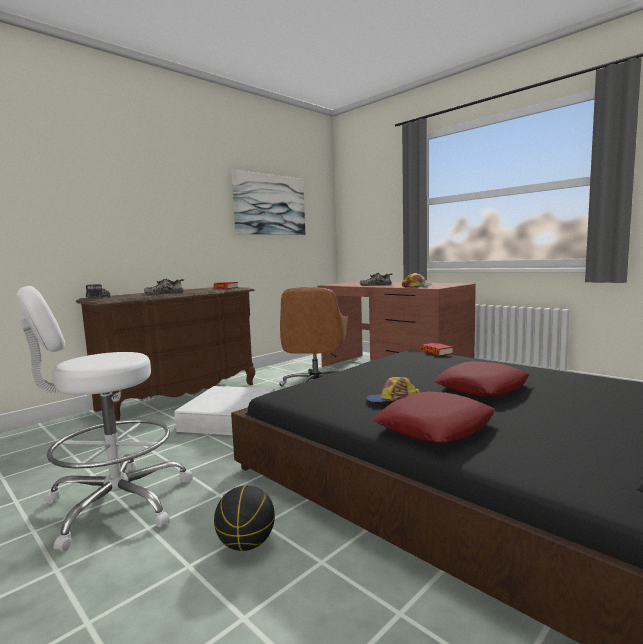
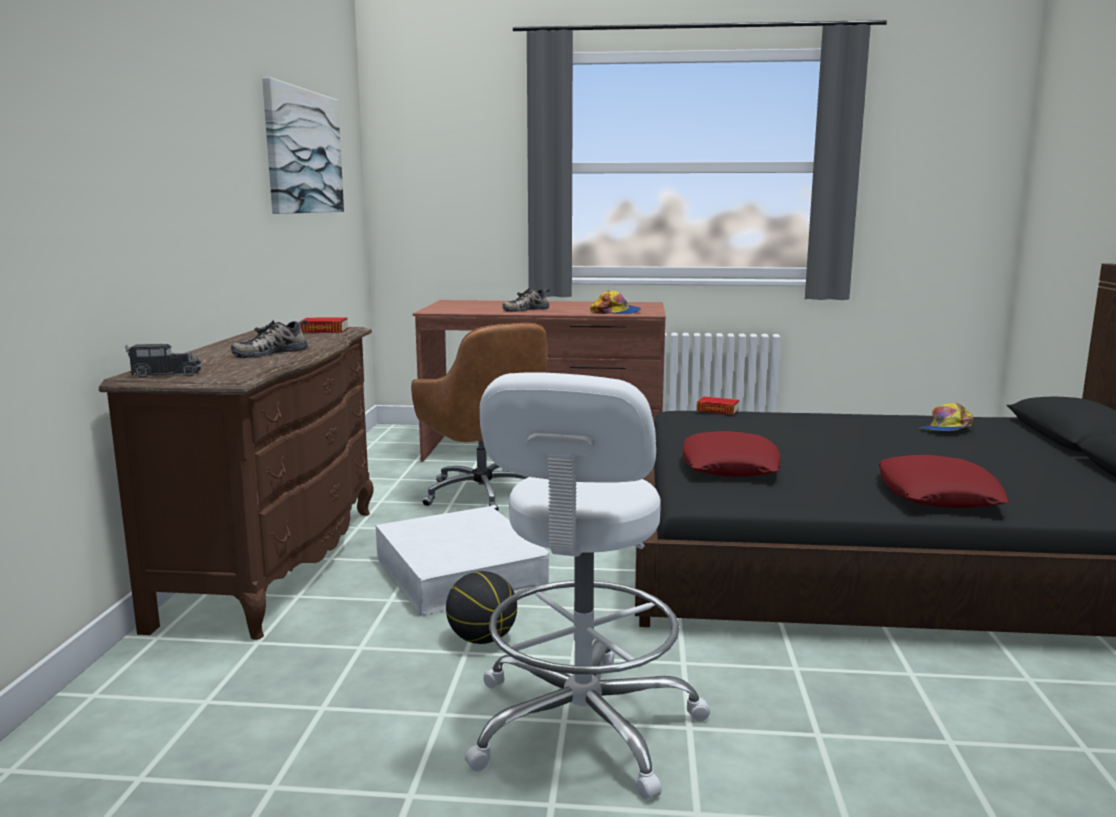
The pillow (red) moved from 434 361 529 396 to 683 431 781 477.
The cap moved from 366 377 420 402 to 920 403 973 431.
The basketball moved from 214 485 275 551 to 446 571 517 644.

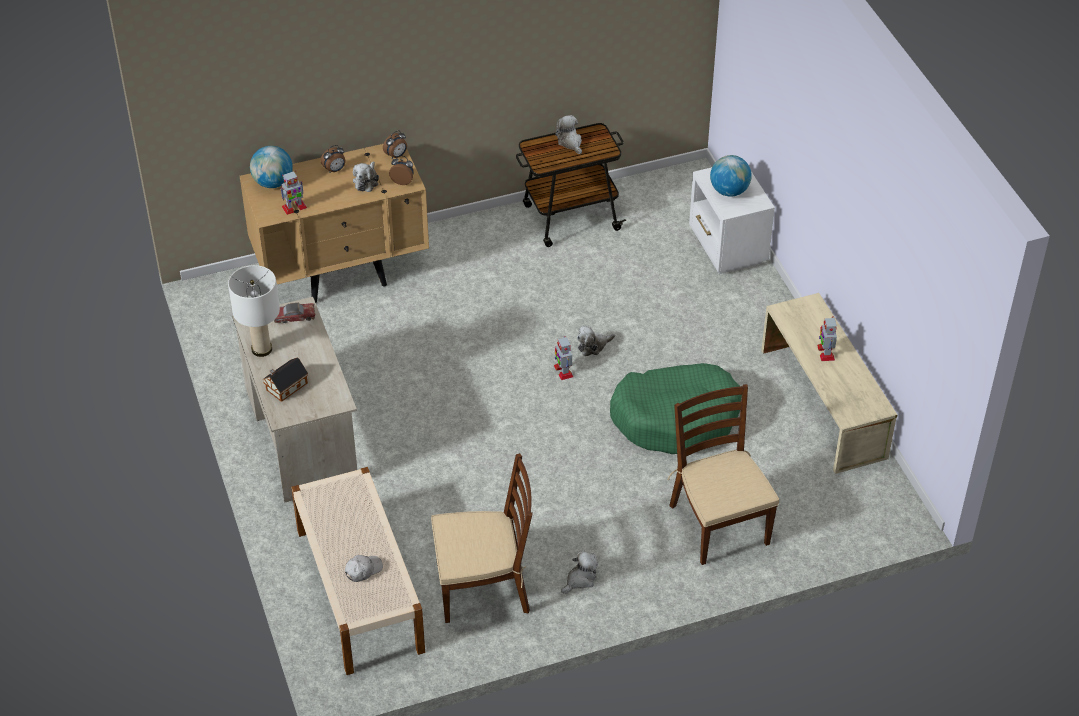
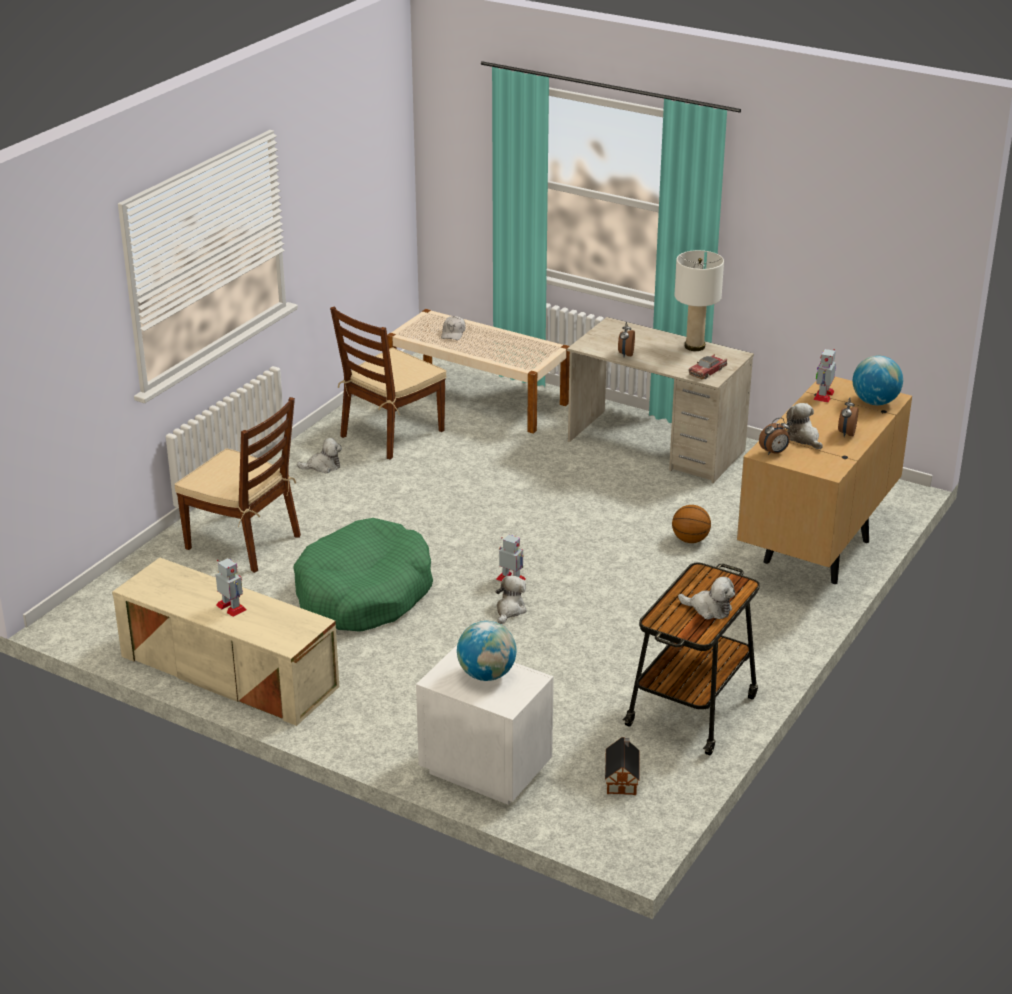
The alarm clock moved from 383 131 407 159 to 618 322 635 357.
The toy house moved from 262 357 308 402 to 605 737 640 795.
The plush toy at 561 551 598 594 turned 105 degrees counterclockwise.
The basketball at 672 505 711 543 appeared.

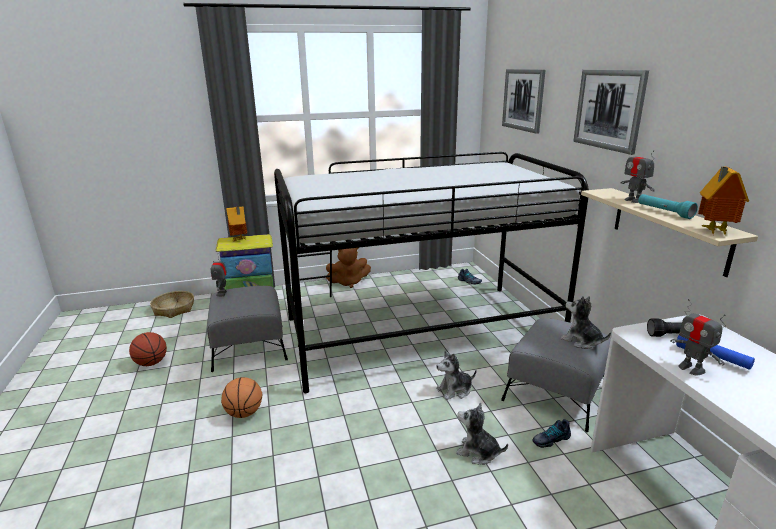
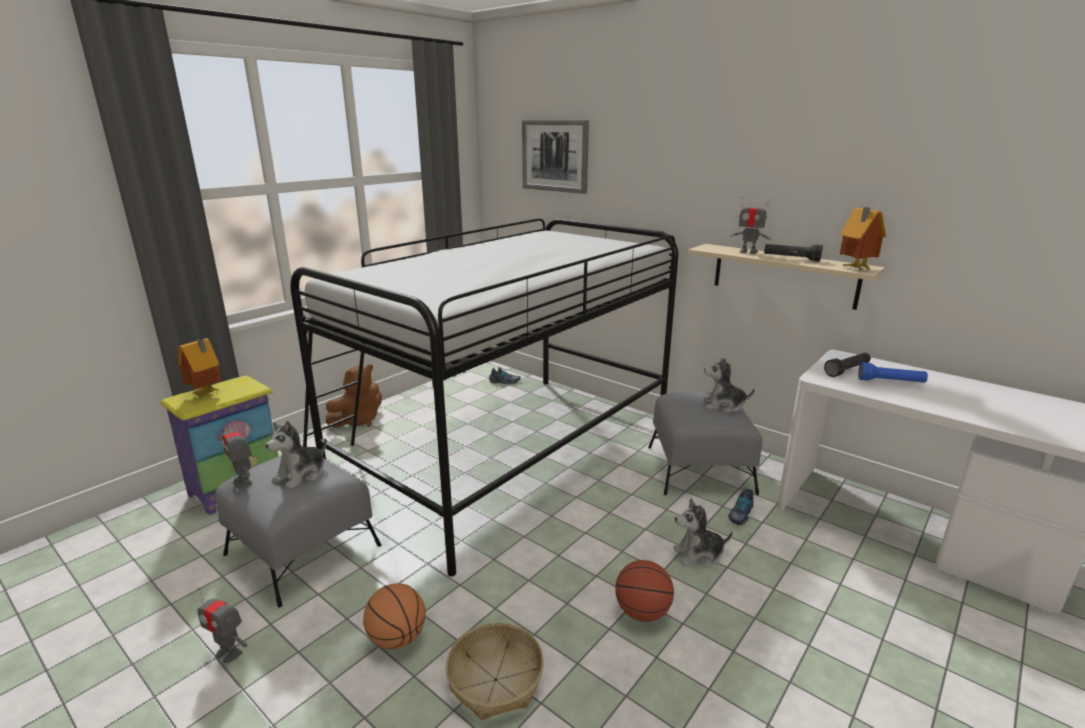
The picture at 573 70 649 155 disappeared.
The flashlight (turquoise) at 638 194 698 219 became the flashlight (black) at 764 244 823 262.
The basket moved from 150 291 194 318 to 446 623 544 720.
The toy robot moved from 670 299 726 375 to 198 588 247 663.
The basketball moved from 129 332 167 366 to 615 560 674 622.
The plush toy moved from 436 350 477 400 to 265 421 326 489.

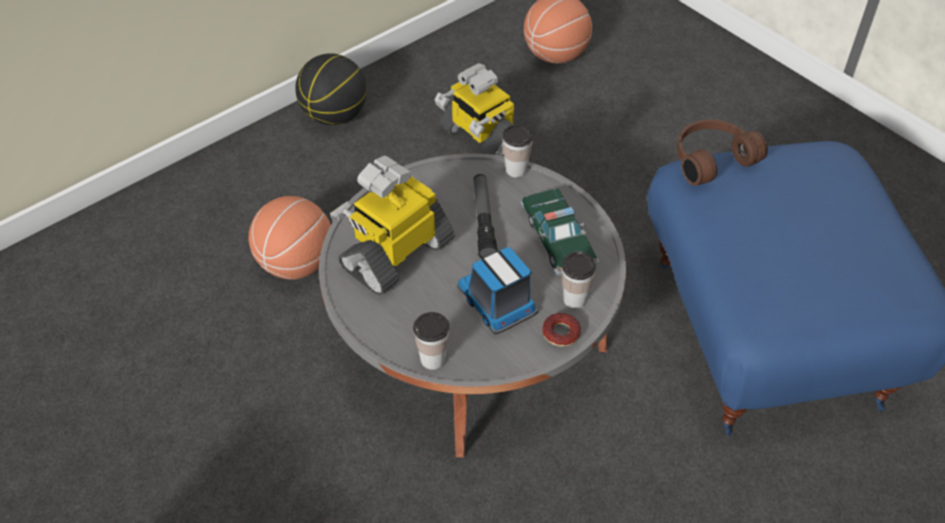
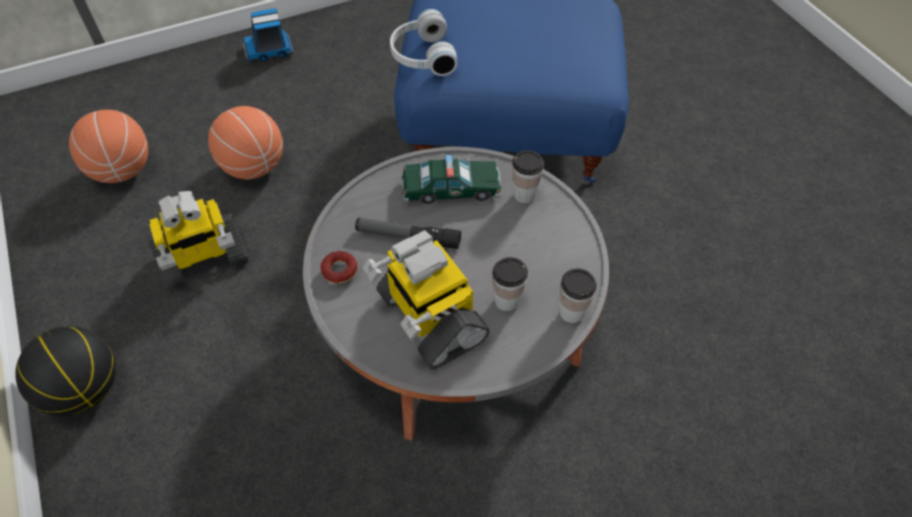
The headphones (brown) at 677 120 768 186 became the headphones (white) at 390 9 457 76.
The cup moved from 502 124 533 177 to 492 257 528 311.
The basketball moved from 249 196 331 280 to 208 106 283 180.
The toy truck moved from 457 247 538 335 to 243 8 294 62.
The donut moved from 542 313 581 347 to 321 251 357 284.

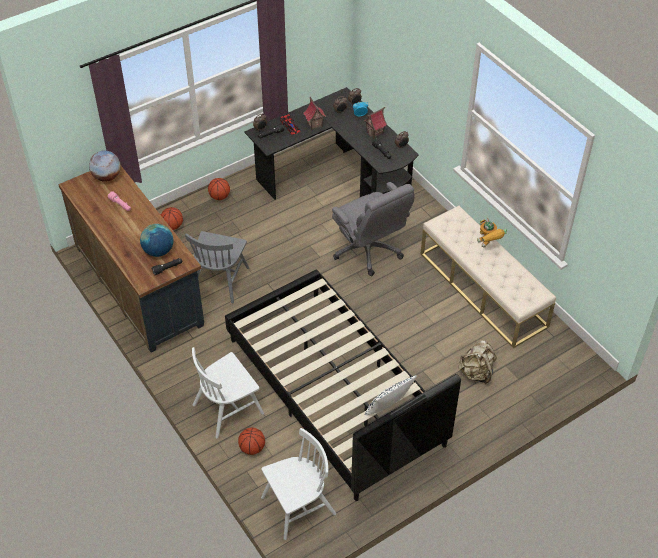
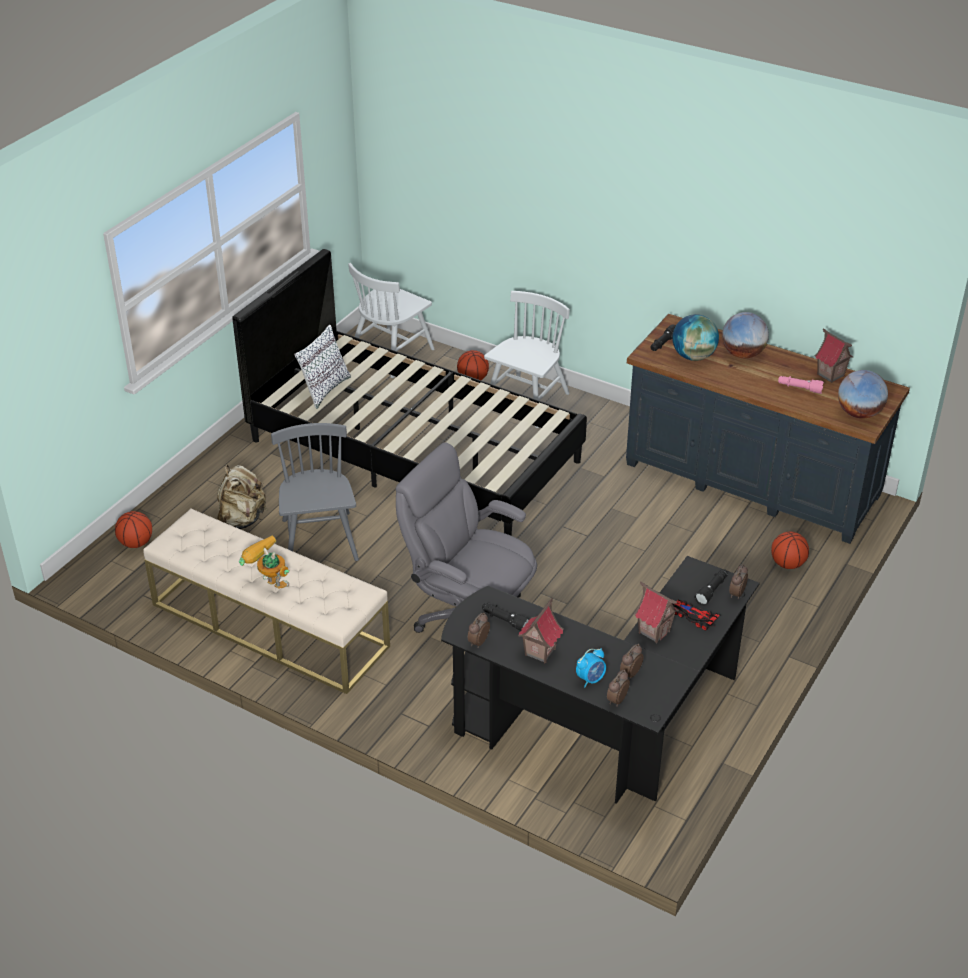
The basketball moved from 208 178 230 200 to 115 511 152 548.
The chair (grey) moved from 185 231 249 303 to 271 423 359 561.
The globe at 722 312 769 358 appeared.
The toy house at 815 328 853 383 appeared.

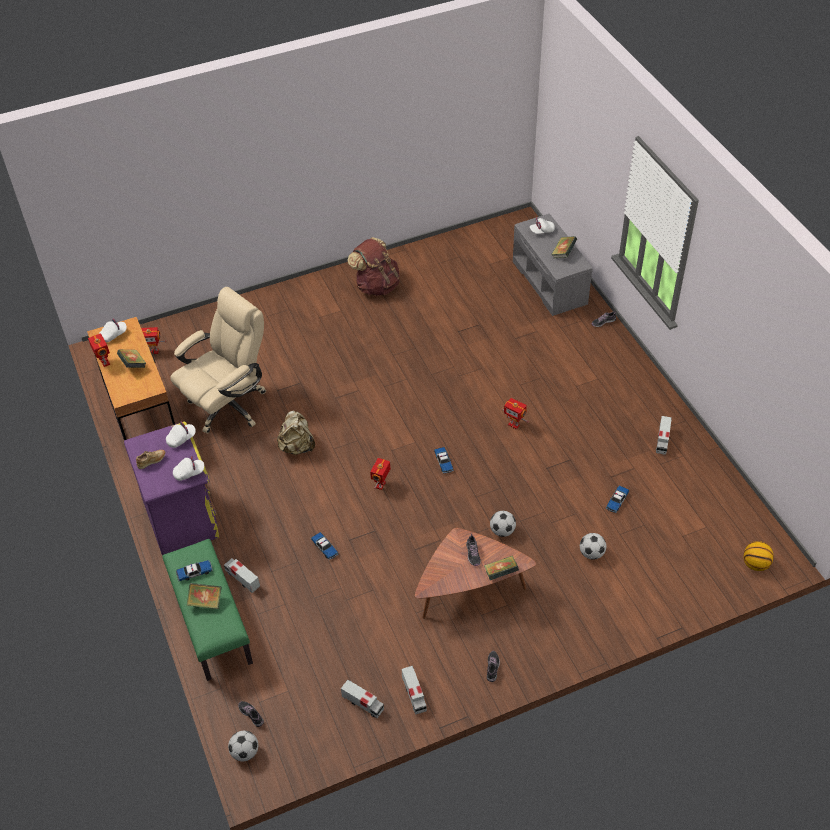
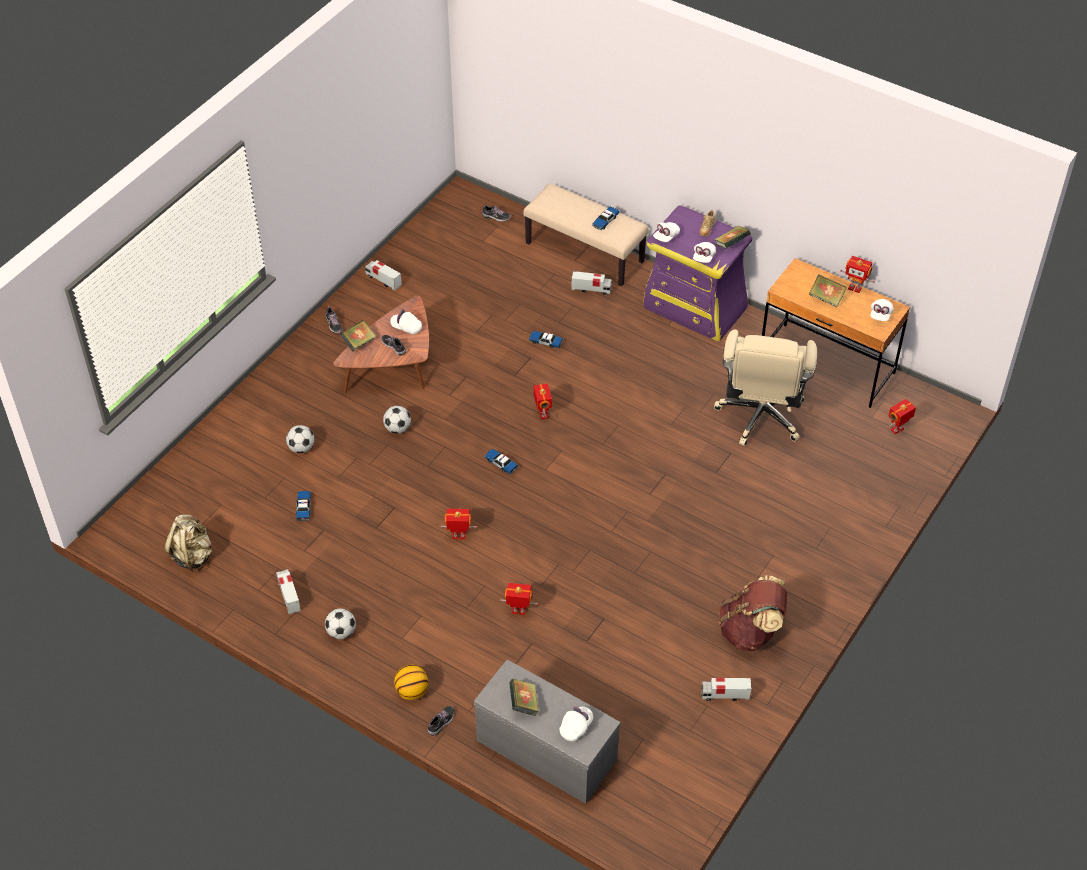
The backpack (beige) moved from 277 411 315 455 to 164 515 212 572.
The bench (green) at 162 539 253 681 became the bench (beige) at 523 183 648 286.
The basketball moved from 743 541 774 571 to 394 665 428 700.
The book moved from 187 583 221 609 to 714 226 751 249.
The toy truck moved from 341 680 384 718 to 701 678 752 701.
The football moved from 228 731 258 761 to 325 608 356 639.
The cap (white) at 390 309 422 334 appeared.
The toy robot at 499 583 538 615 appeared.

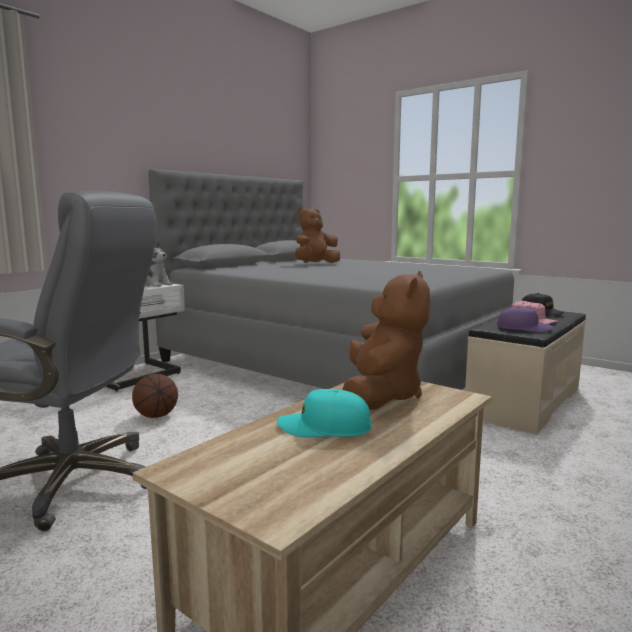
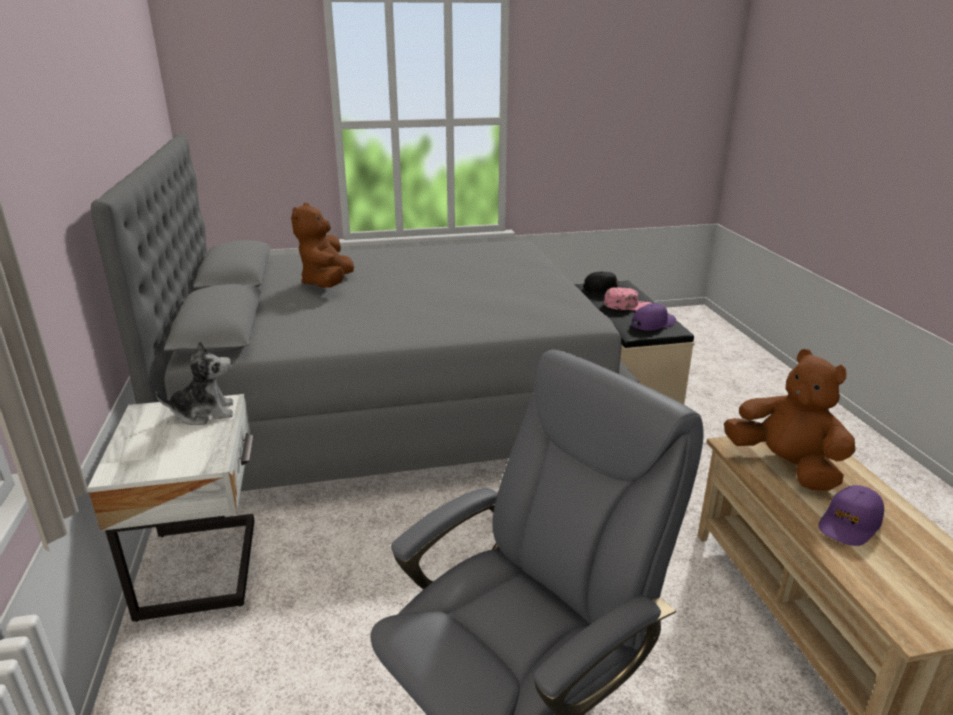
The basketball at 132 374 178 418 disappeared.
The cap (turquoise) at 277 389 371 437 became the cap (purple) at 819 485 884 546.

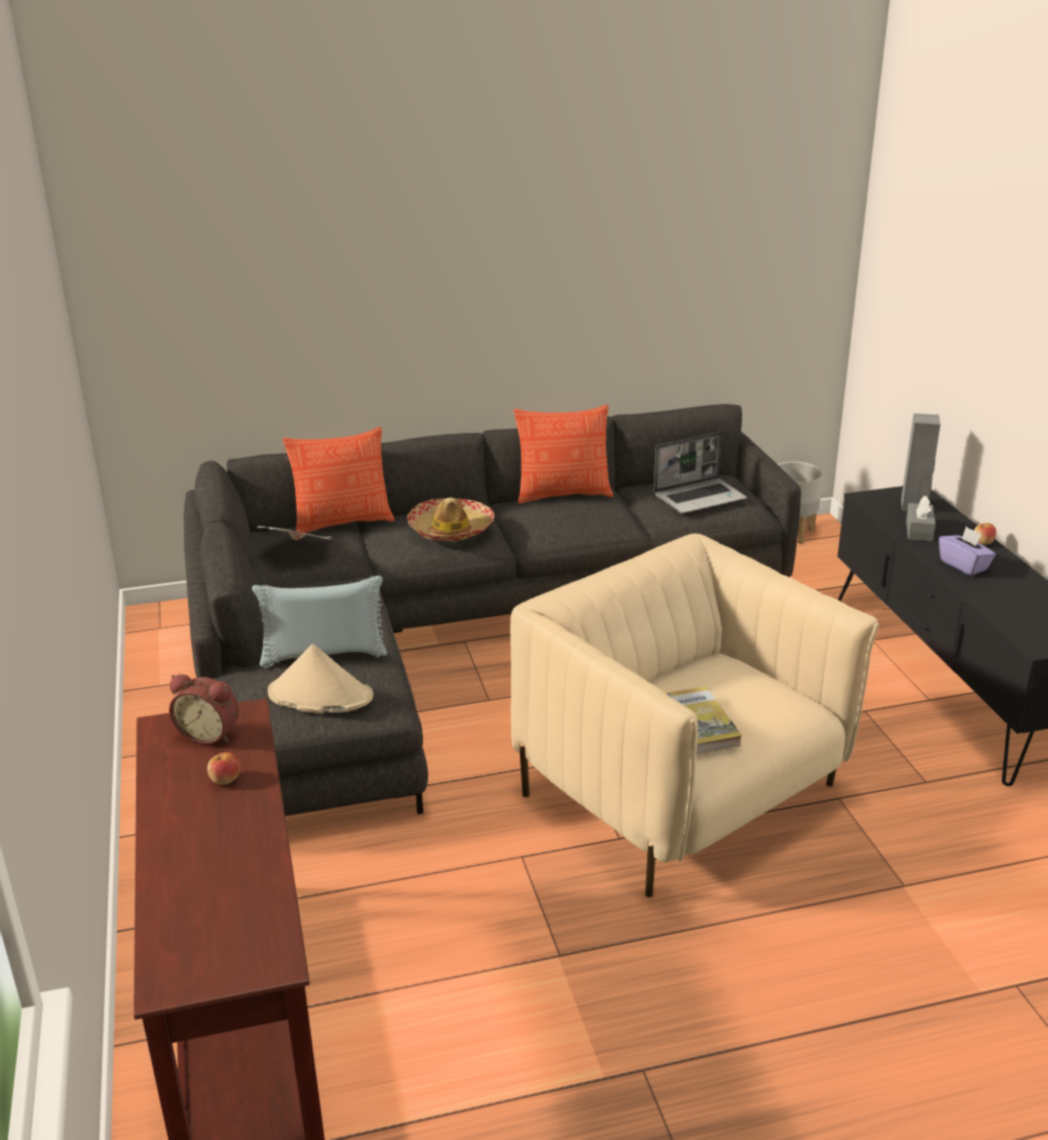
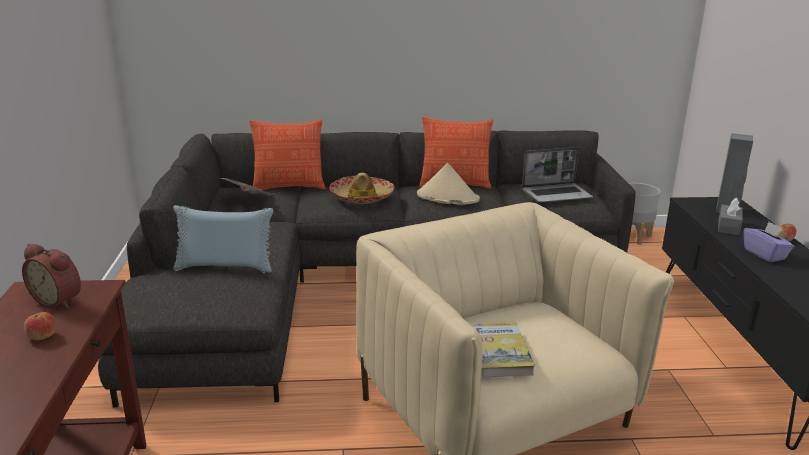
The hat (beige) moved from 268 644 373 713 to 417 163 480 205.

